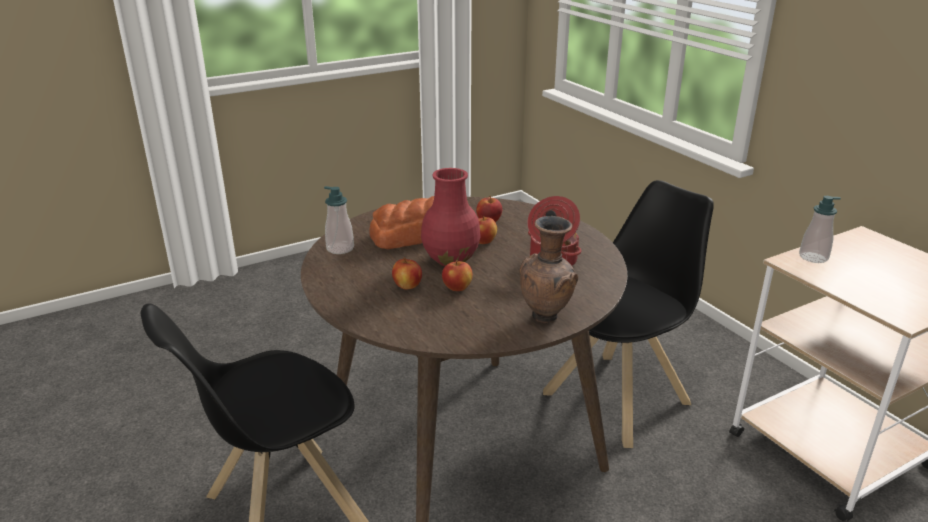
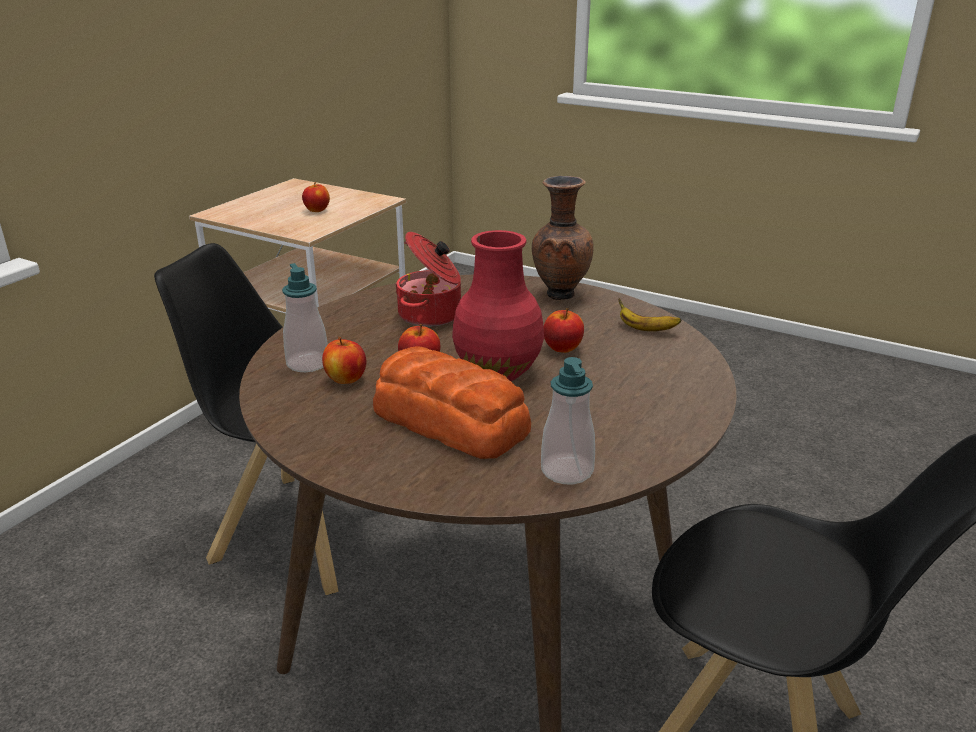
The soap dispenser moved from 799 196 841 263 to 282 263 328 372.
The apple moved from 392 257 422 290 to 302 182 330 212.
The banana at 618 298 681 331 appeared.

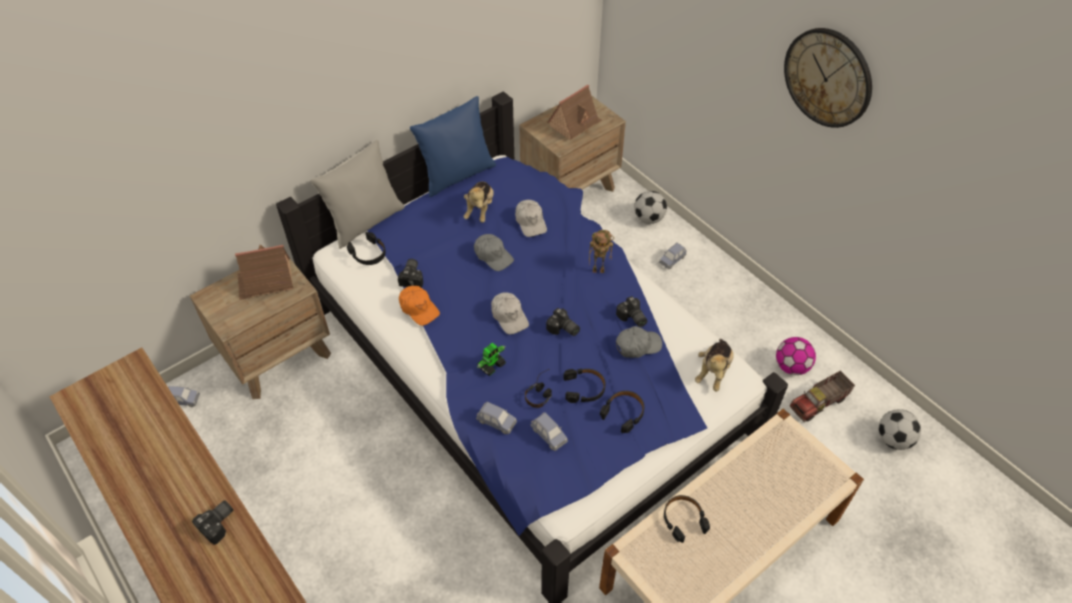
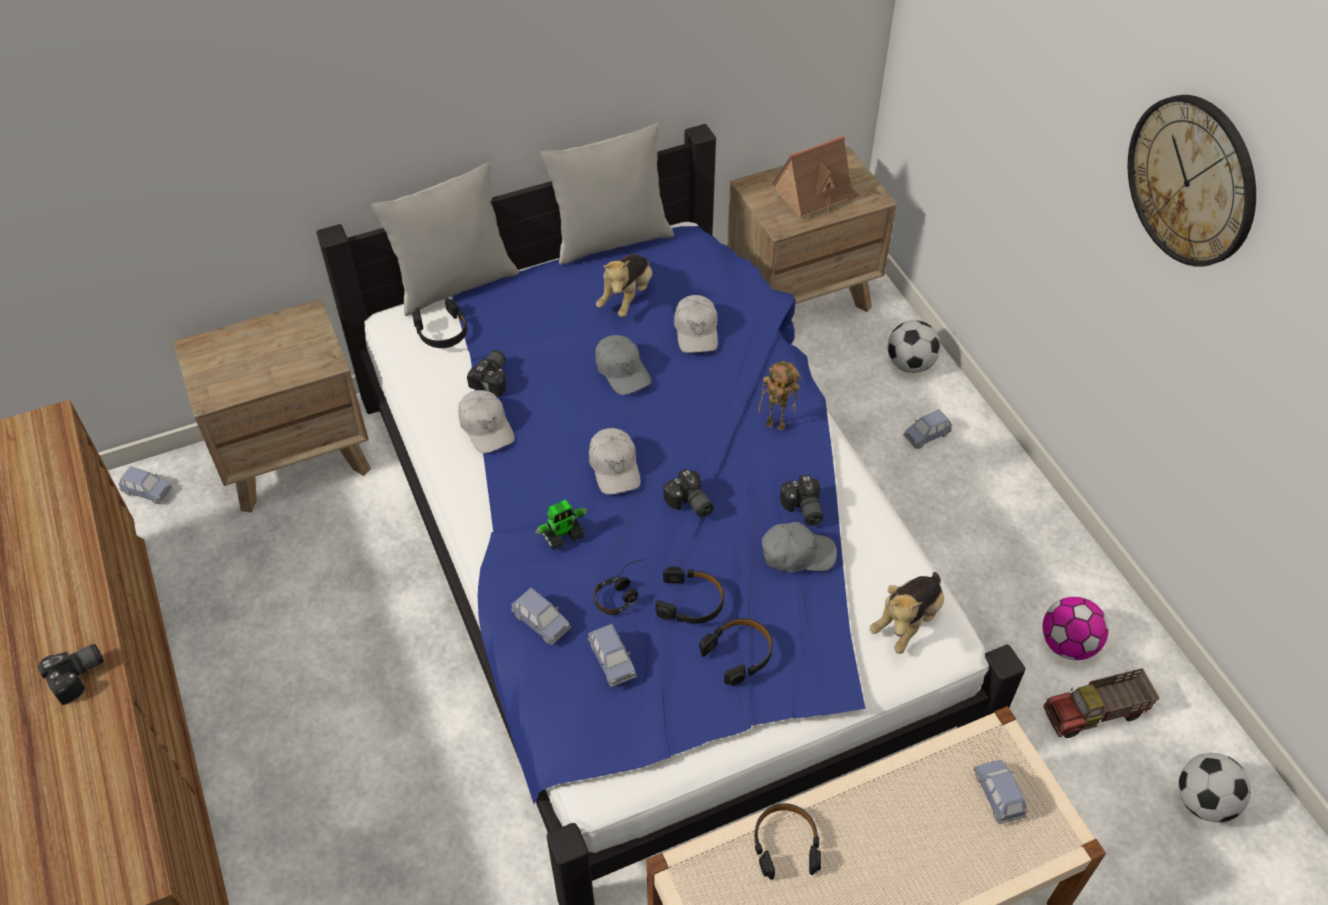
The pillow (blue) at 410 96 496 197 became the pillow (grey) at 541 123 674 265.
The toy house at 235 245 293 300 disappeared.
The cap (orange) at 399 286 440 326 became the cap (white) at 458 390 515 453.
The toy car (blue) at 974 759 1027 824 appeared.

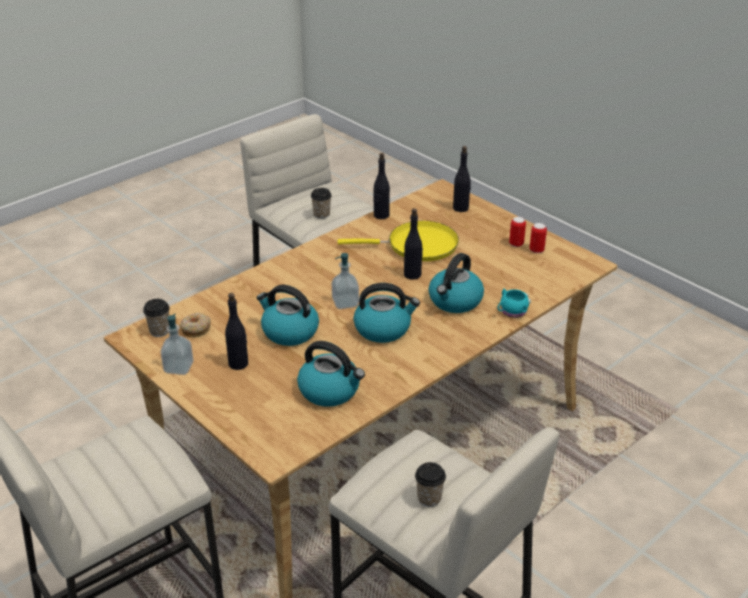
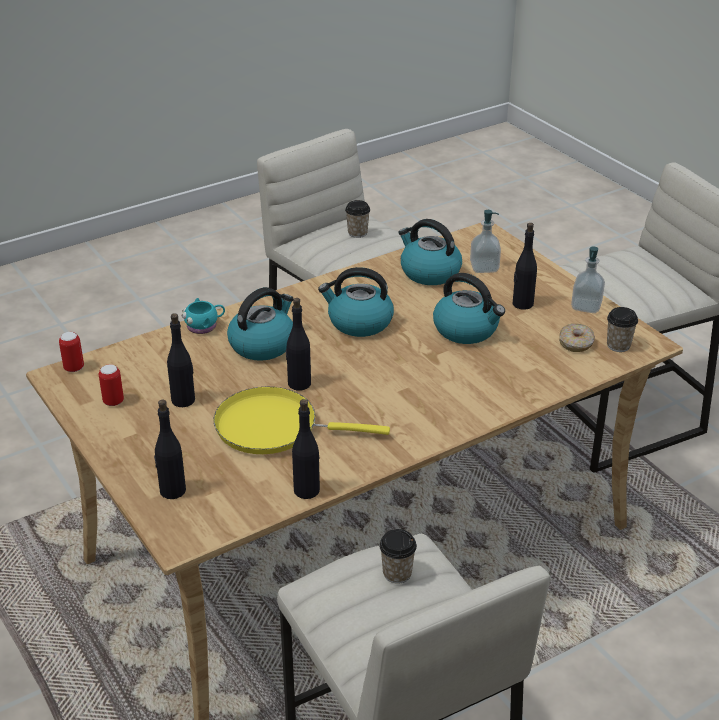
The can moved from 509 217 526 247 to 59 332 84 372.
The soap dispenser moved from 332 253 359 309 to 470 210 501 273.
The bottle (black) at 167 313 195 407 appeared.

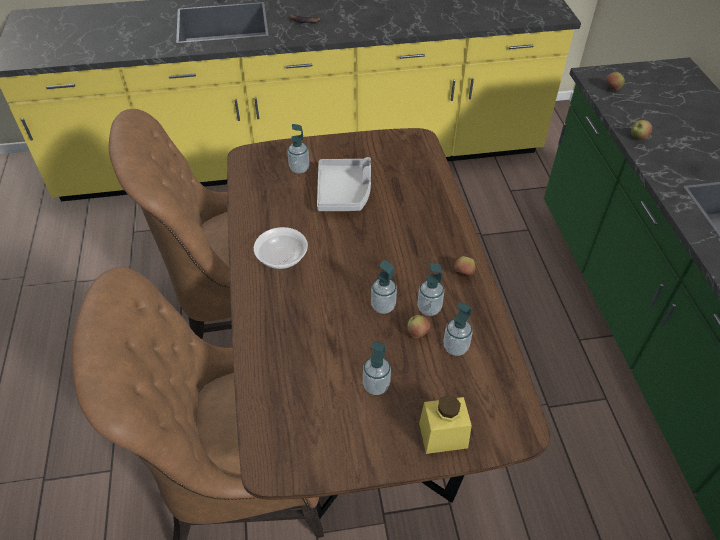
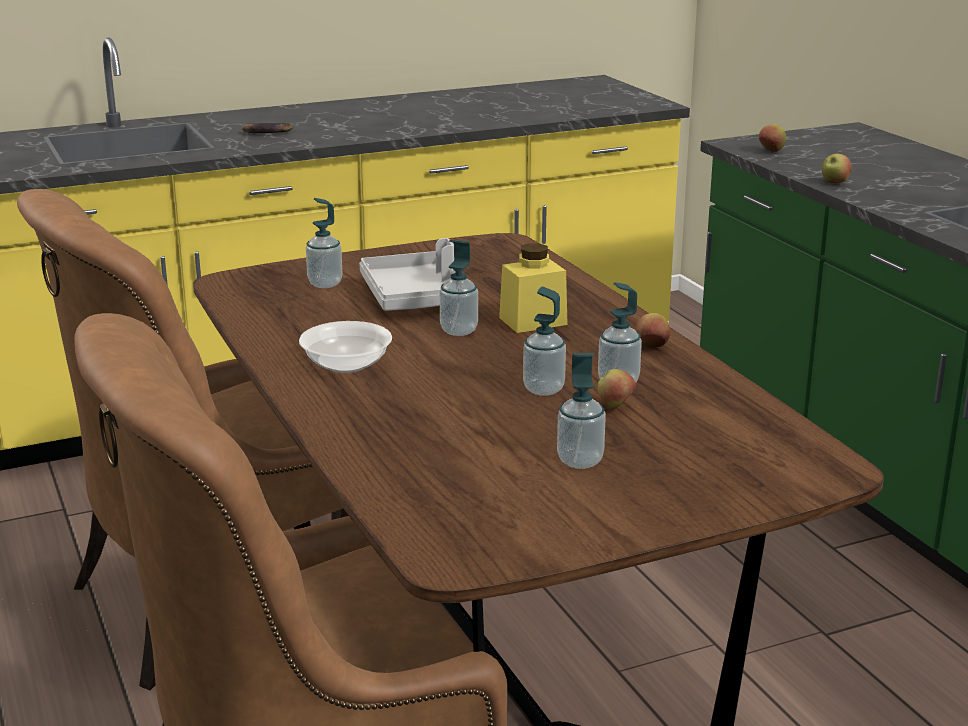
The soap dispenser moved from 443 302 473 356 to 439 240 478 336.
The jar (yellow) moved from 419 395 472 454 to 499 243 568 333.

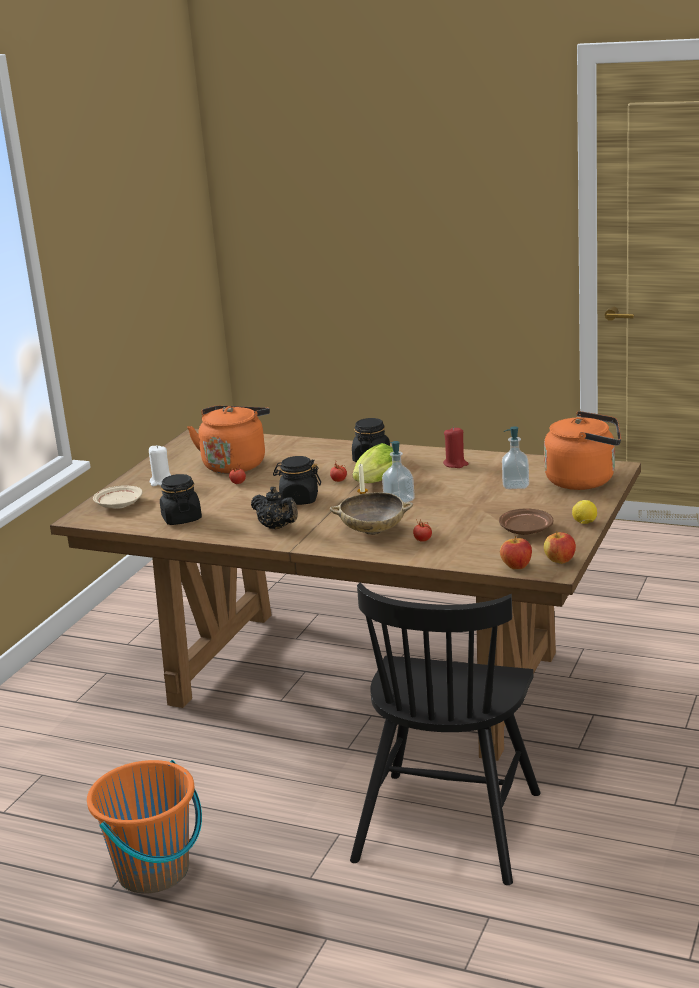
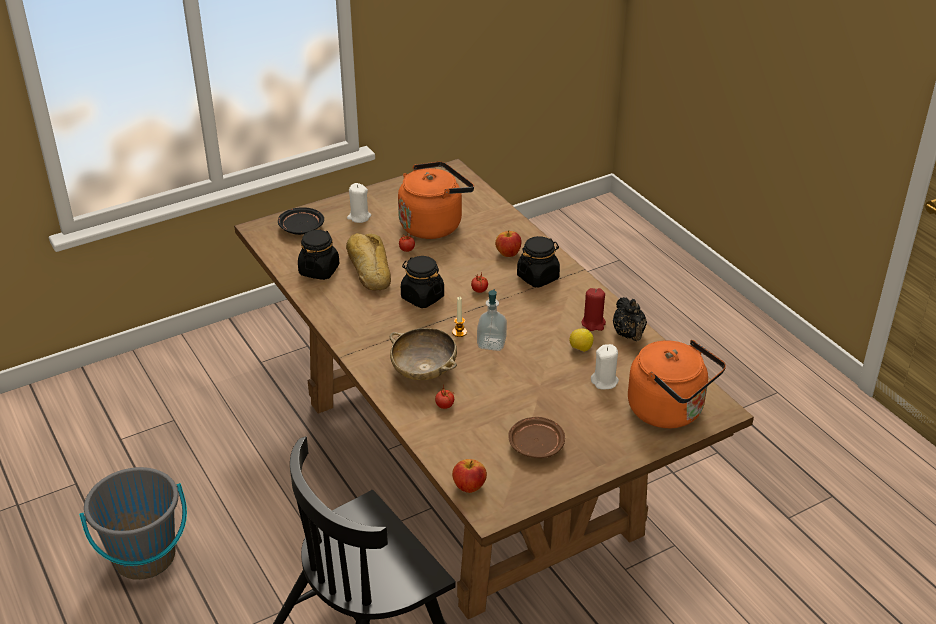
The soap dispenser at 502 426 529 489 was replaced by the candle (white) at 591 344 619 389.
The lettuce at 353 443 393 483 disappeared.
The plate (beige) at 93 486 143 509 became the plate (black) at 278 207 324 235.
The teapot (black) moved from 251 487 298 530 to 613 297 647 341.
The lemon moved from 572 500 597 524 to 569 329 594 352.
The apple moved from 544 531 576 564 to 495 230 521 257.
The bucket (orange) at 87 760 202 894 became the bucket (grey) at 79 467 187 580.
The bread at 346 233 391 290 appeared.

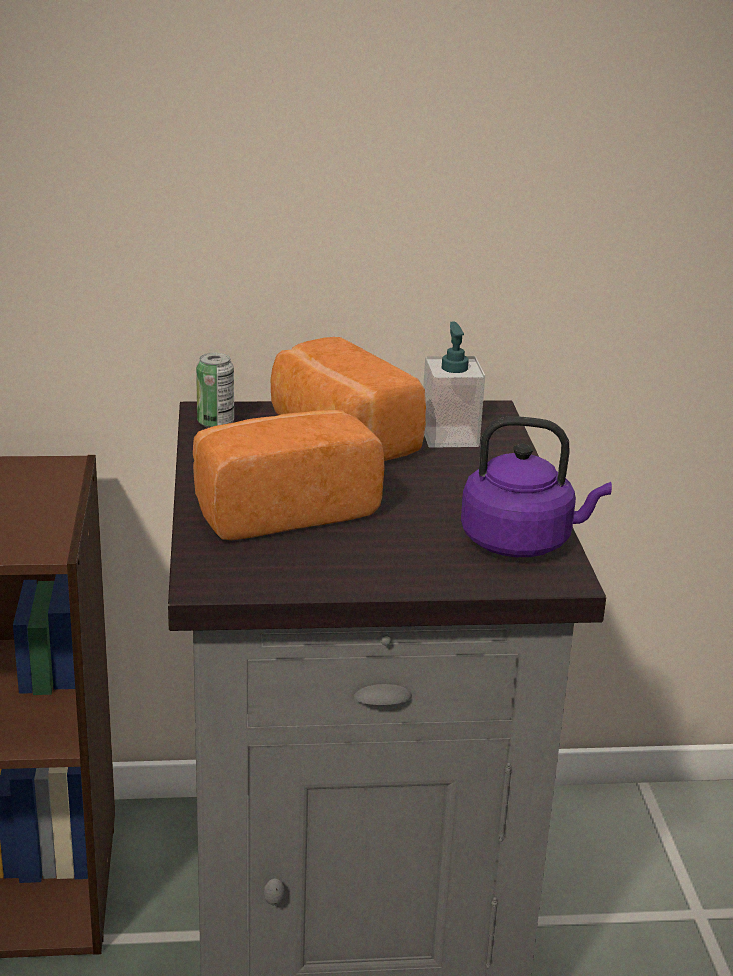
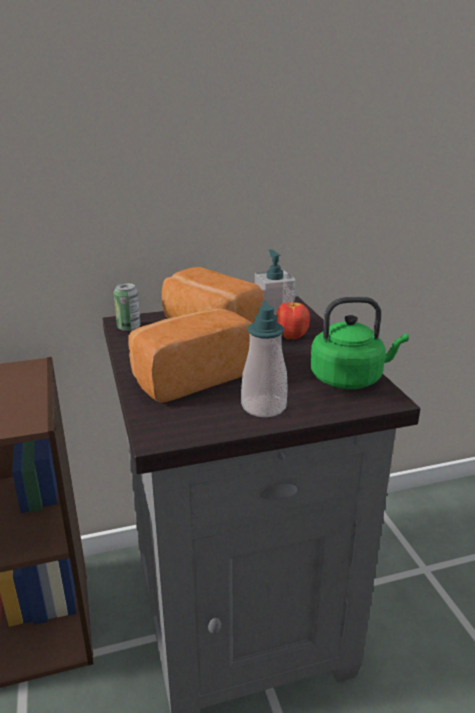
The kettle (purple) at 461 416 612 557 became the kettle (green) at 310 297 409 389.
The apple at 276 300 310 339 appeared.
The soap dispenser at 241 301 288 417 appeared.

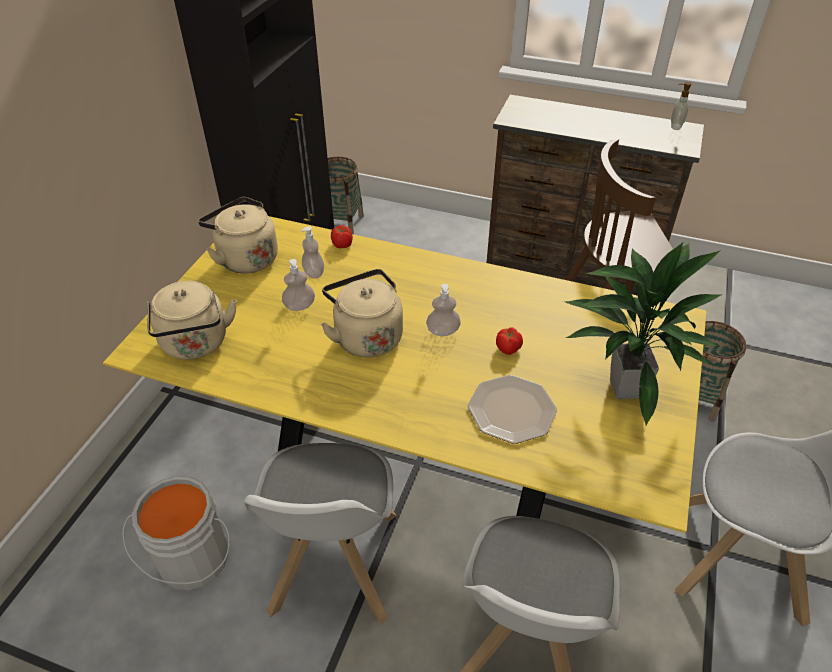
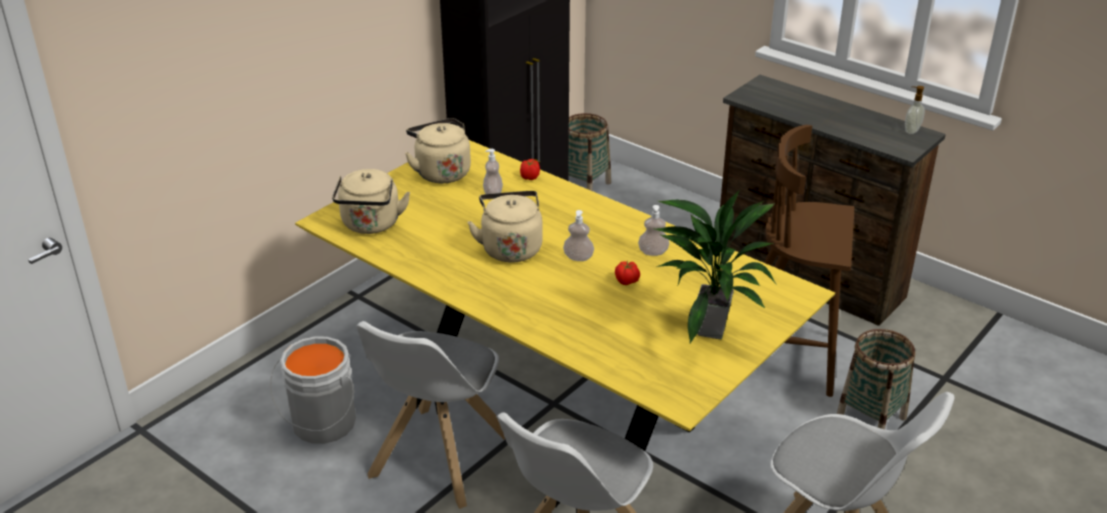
The soap dispenser moved from 282 259 315 311 to 638 205 669 256.
The plate at 468 375 557 444 disappeared.

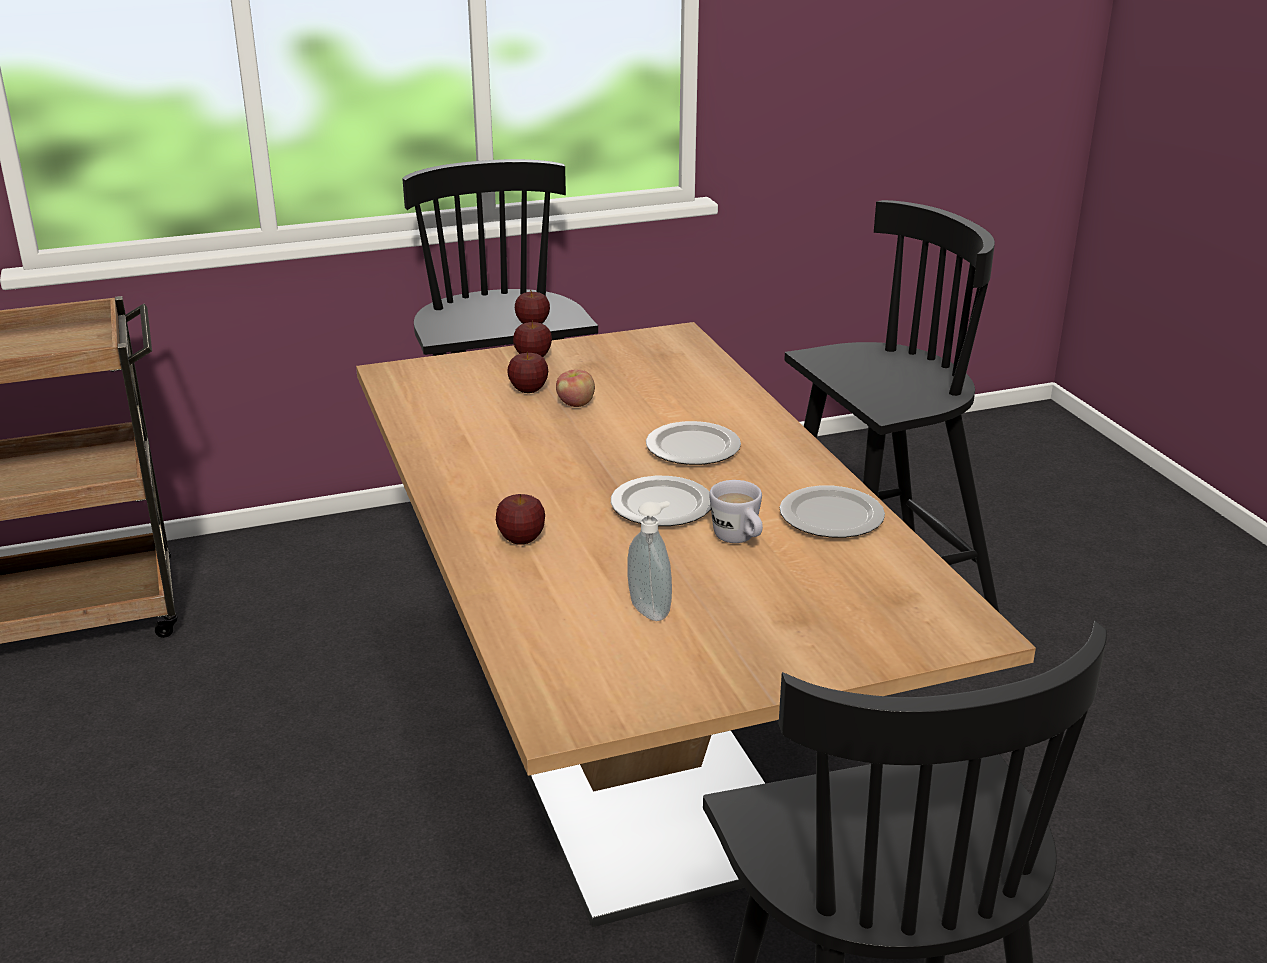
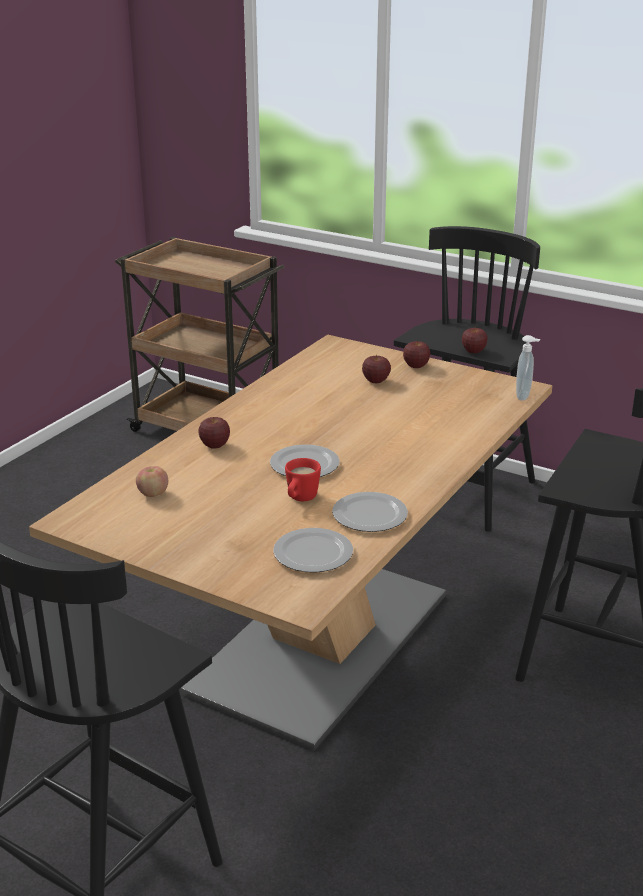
The apple moved from 556 369 595 407 to 136 466 168 497.
The plate moved from 646 421 741 465 to 273 528 353 573.
The mug (white) at 709 480 763 543 became the mug (red) at 285 458 321 501.
The soap dispenser moved from 627 501 672 621 to 516 335 540 401.

